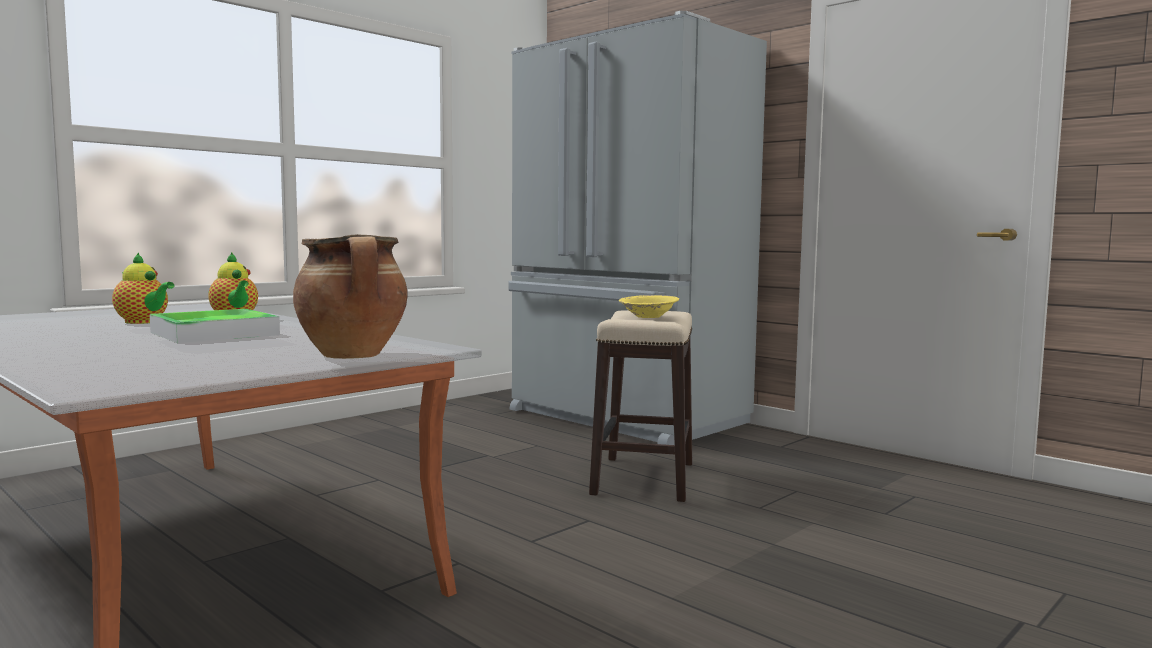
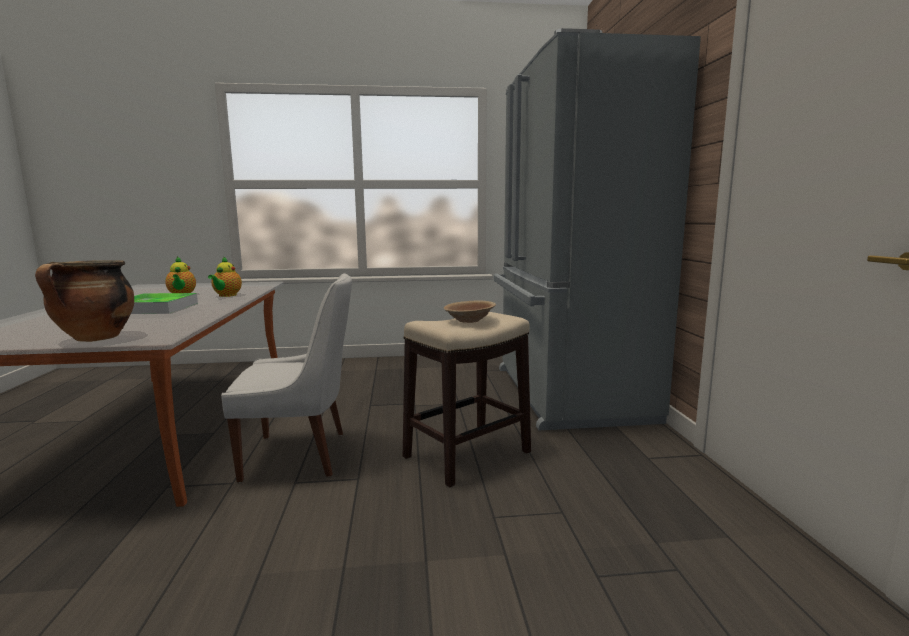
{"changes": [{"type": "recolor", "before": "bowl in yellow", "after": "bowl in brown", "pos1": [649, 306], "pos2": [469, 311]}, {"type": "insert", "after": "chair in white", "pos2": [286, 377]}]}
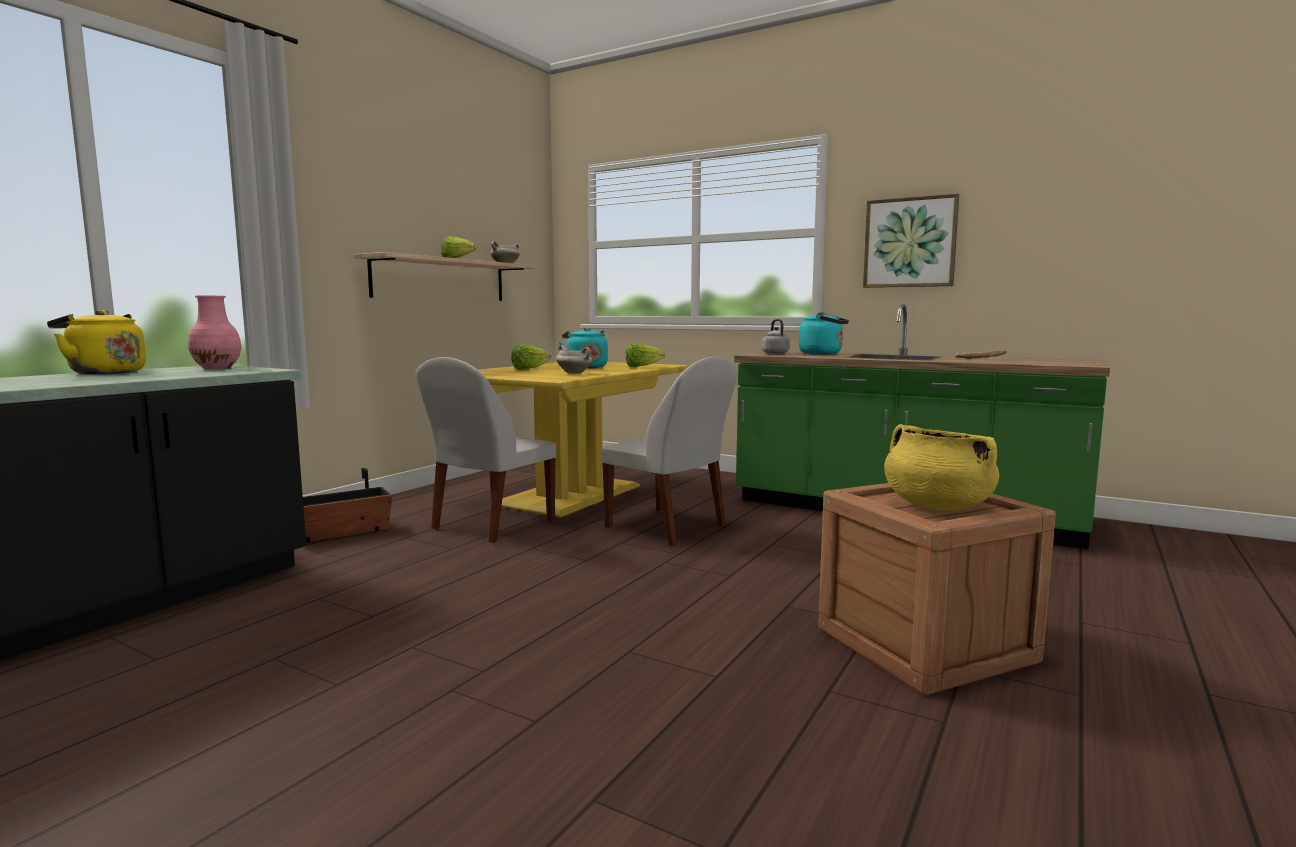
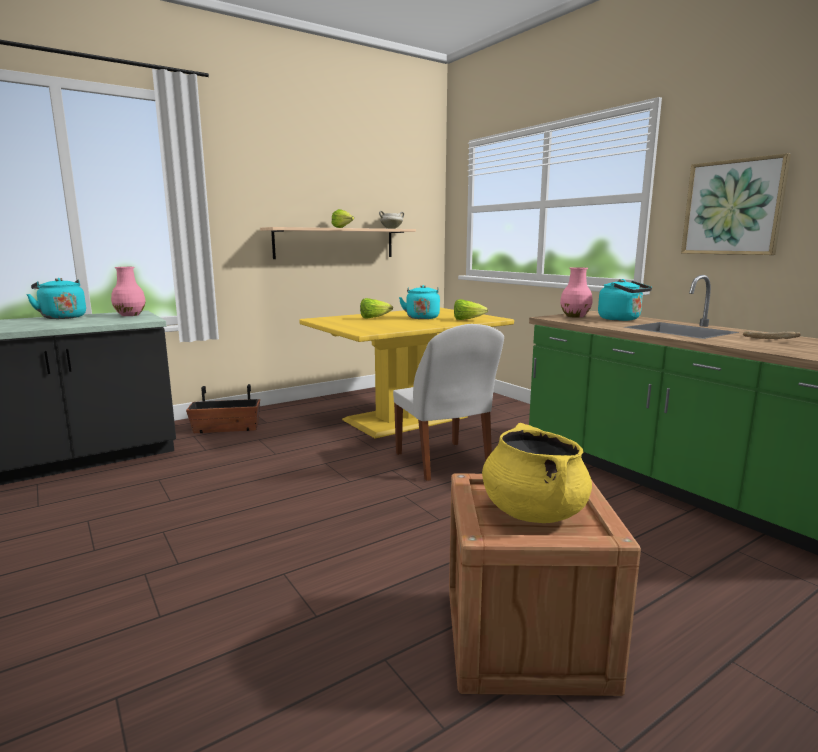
{"changes": [{"type": "recolor", "before": "kettle in yellow", "after": "kettle in turquoise", "pos1": [96, 342], "pos2": [56, 298]}, {"type": "delete", "before": "chair in white", "pos1": [485, 450]}, {"type": "delete", "before": "cooking pot in white", "pos1": [574, 359]}, {"type": "replace", "before": "kettle in grey", "after": "vase in pink", "pos1": [776, 336], "pos2": [576, 292]}]}
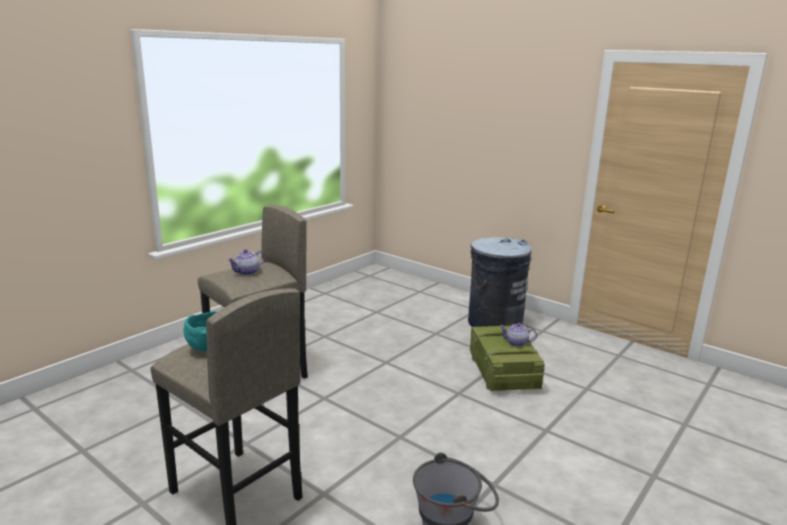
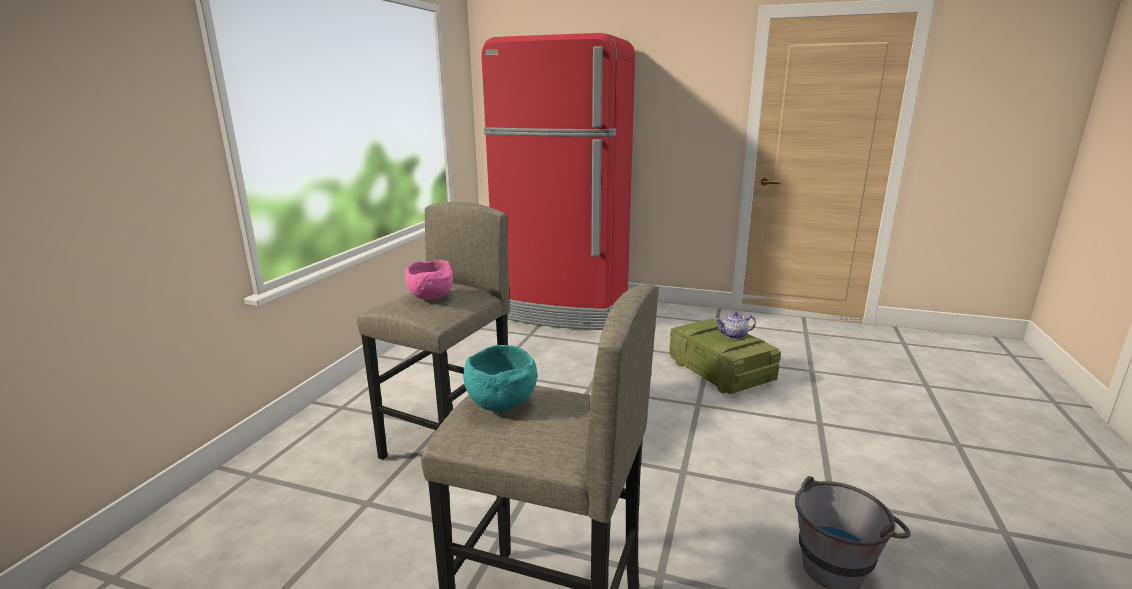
{"changes": [{"type": "replace", "before": "teapot", "after": "bowl in pink", "pos1": [246, 262], "pos2": [429, 280]}, {"type": "delete", "before": "trash can in grey", "pos1": [499, 282]}, {"type": "insert", "after": "fridge in red", "pos2": [558, 181]}]}
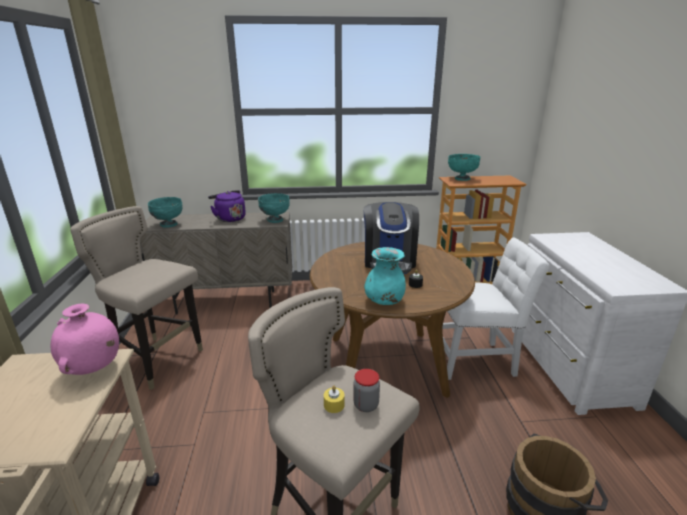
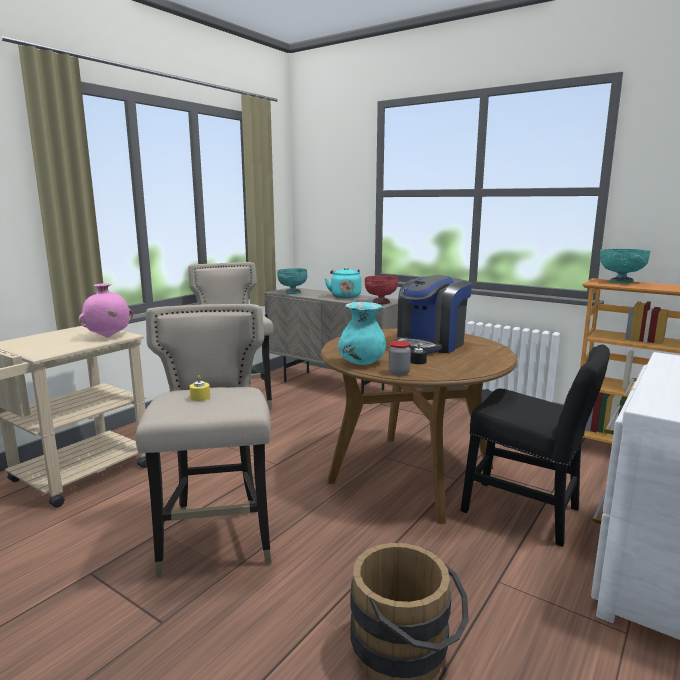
{"changes": [{"type": "recolor", "before": "kettle in purple", "after": "kettle in turquoise", "pos1": [227, 206], "pos2": [342, 282]}, {"type": "recolor", "before": "bowl in turquoise", "after": "bowl in red", "pos1": [274, 208], "pos2": [381, 289]}, {"type": "move", "before": "jar", "pos1": [366, 390], "pos2": [399, 358]}, {"type": "recolor", "before": "chair in white", "after": "chair in black", "pos1": [490, 308], "pos2": [535, 446]}]}
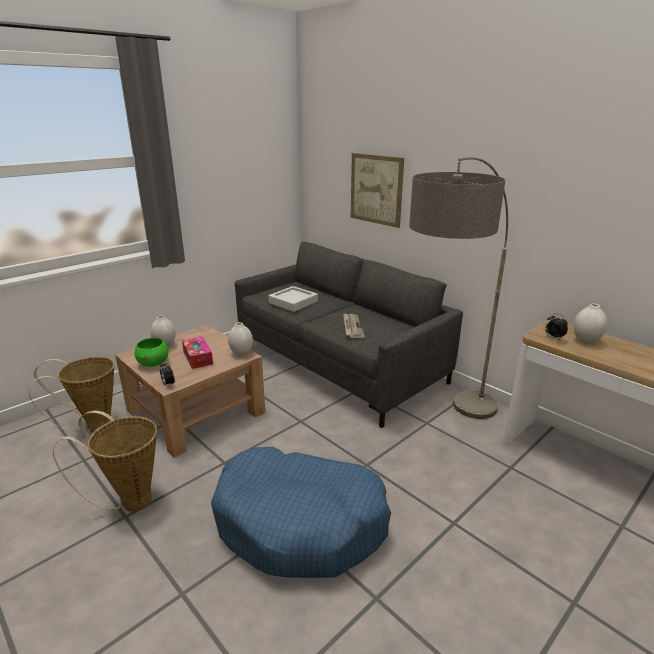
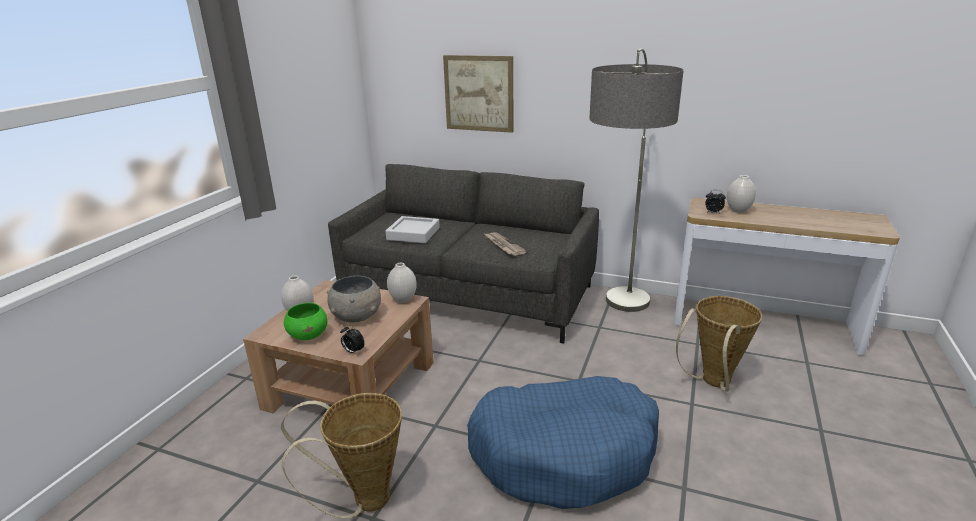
{"changes": [{"type": "move", "before": "basket", "pos1": [71, 395], "pos2": [719, 344]}, {"type": "replace", "before": "tissue box", "after": "bowl in grey", "pos1": [197, 352], "pos2": [354, 299]}]}
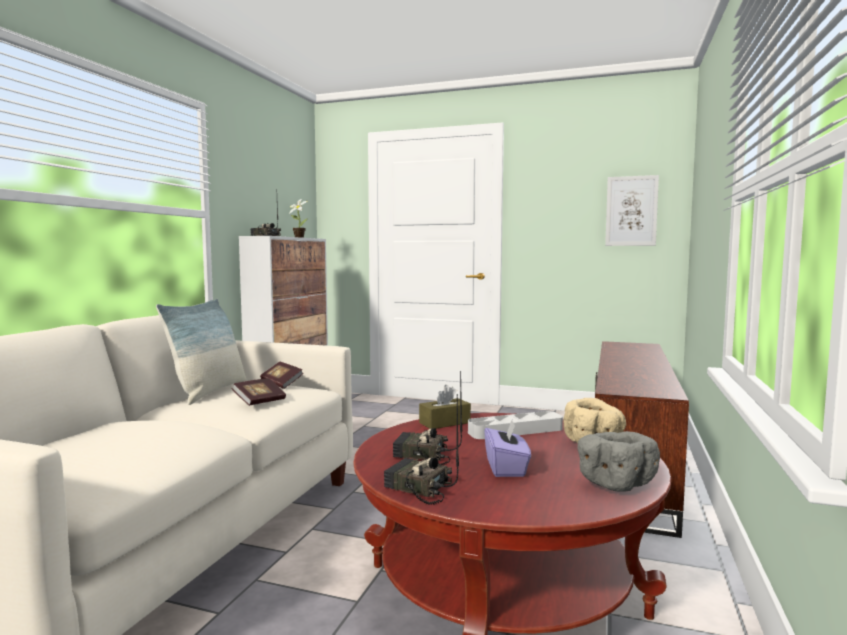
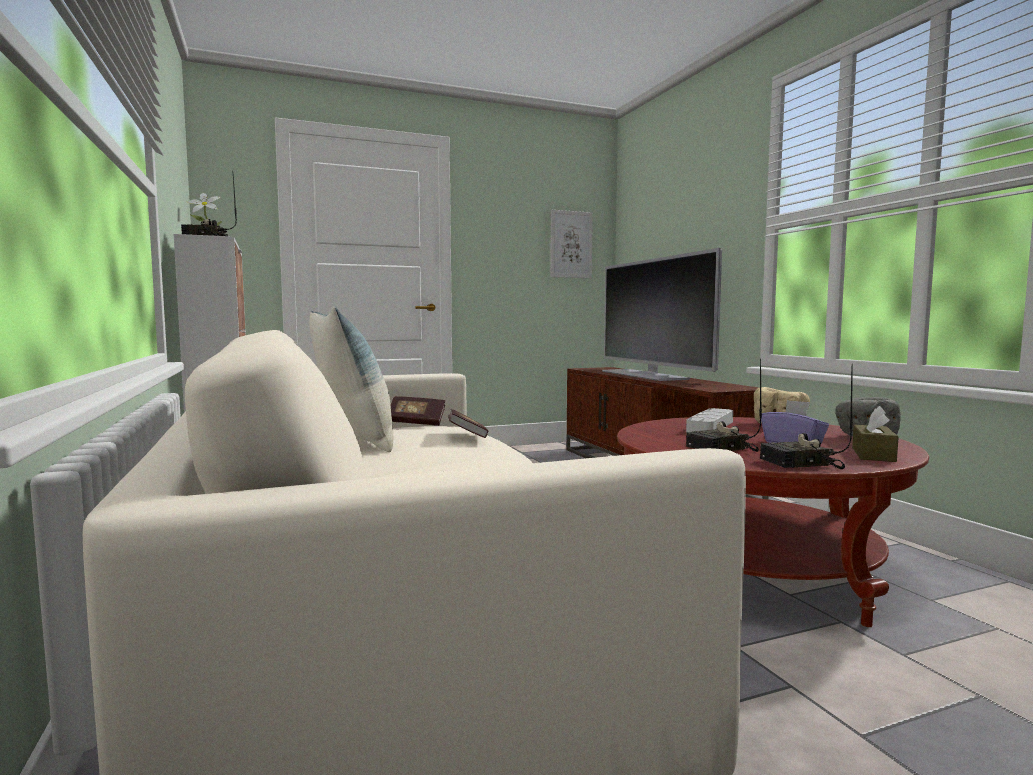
{"changes": [{"type": "move", "before": "tissue box in brown", "pos1": [445, 407], "pos2": [875, 434]}, {"type": "insert", "after": "television", "pos2": [662, 314]}]}
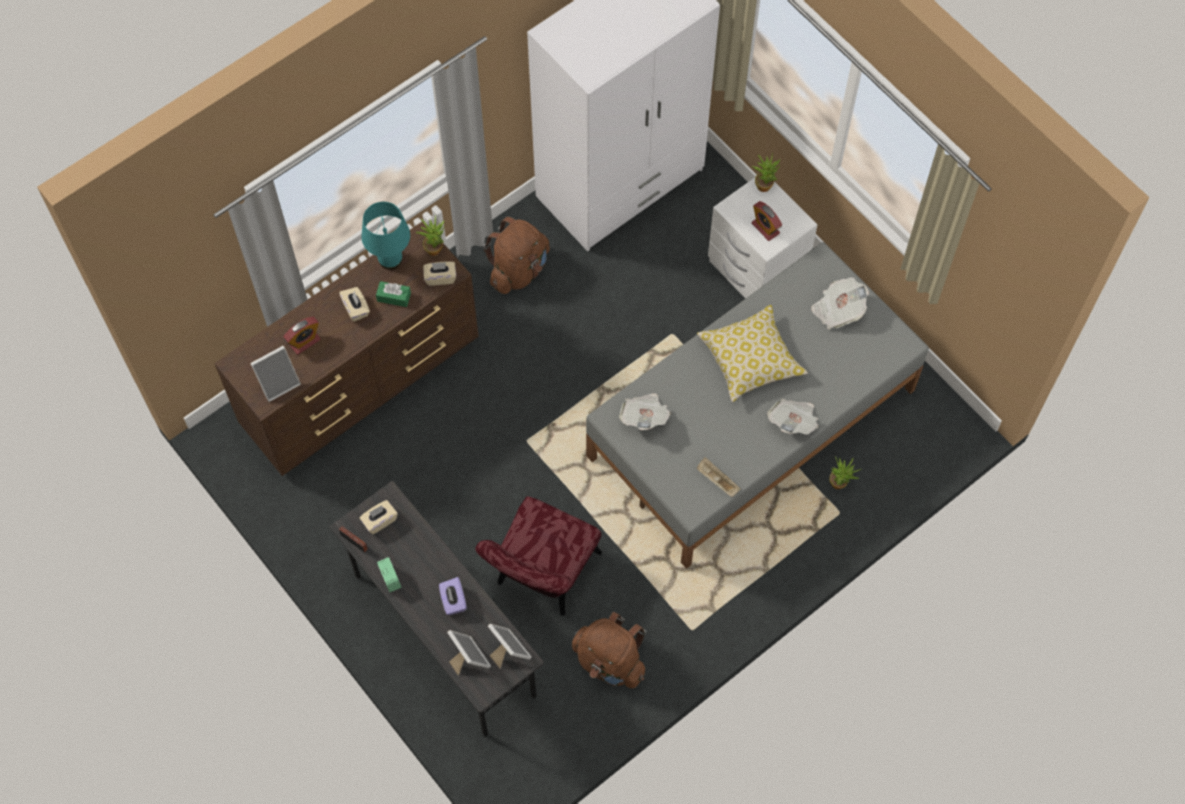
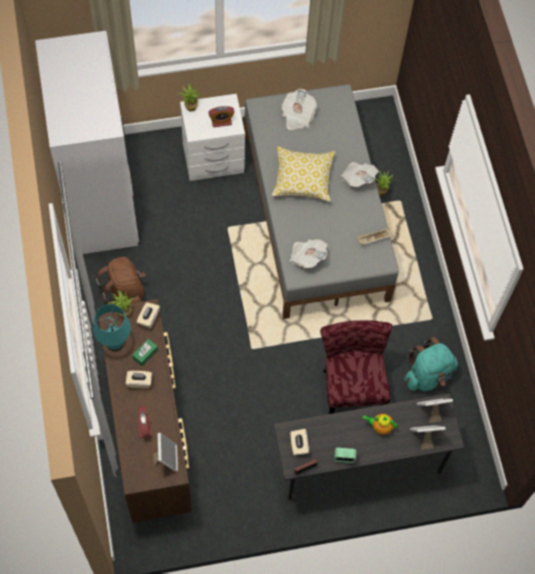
{"changes": [{"type": "replace", "before": "tissue box in purple", "after": "teapot", "pos1": [453, 596], "pos2": [380, 424]}, {"type": "rotate", "before": "chair in red", "pos1": [538, 556], "pos2": [356, 367], "turn": -150}, {"type": "recolor", "before": "backpack in brown", "after": "backpack in turquoise", "pos1": [609, 650], "pos2": [431, 364]}]}
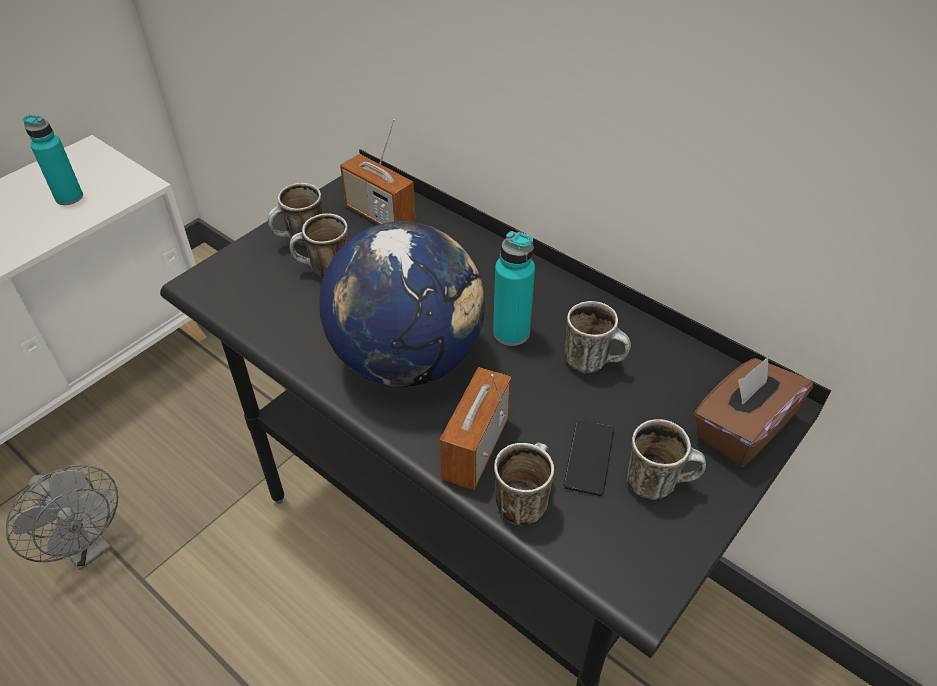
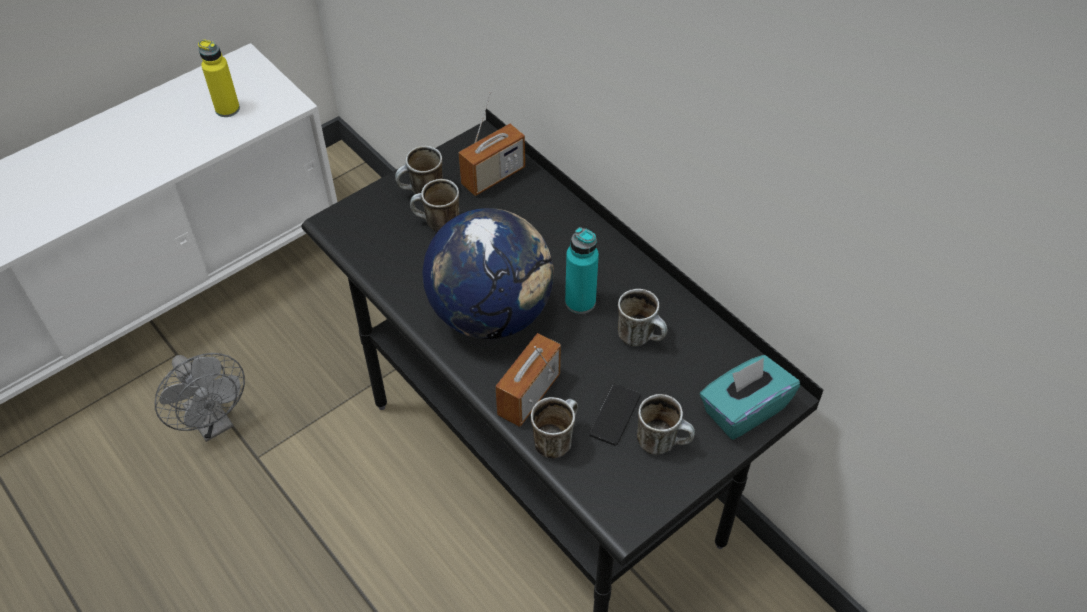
{"changes": [{"type": "recolor", "before": "bottle in turquoise", "after": "bottle in yellow", "pos1": [53, 160], "pos2": [219, 78]}, {"type": "rotate", "before": "radio", "pos1": [378, 171], "pos2": [492, 144], "turn": -90}, {"type": "recolor", "before": "tissue box in brown", "after": "tissue box in turquoise", "pos1": [753, 411], "pos2": [750, 397]}]}
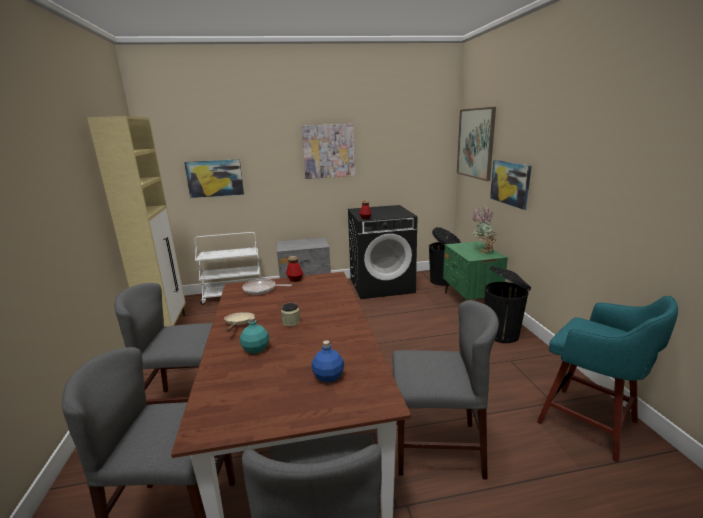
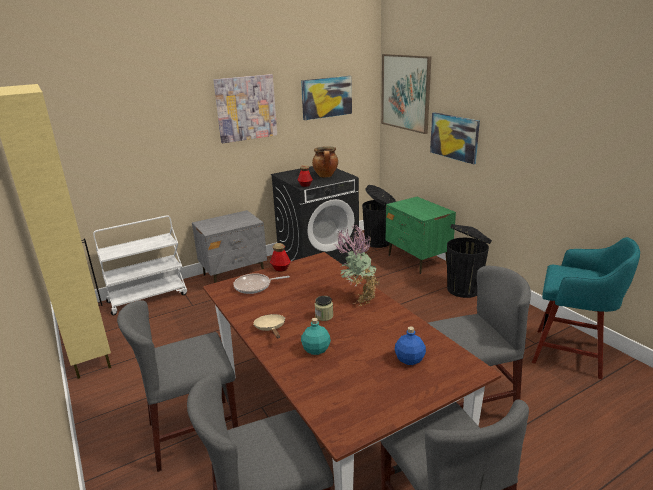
{"changes": [{"type": "move", "before": "picture", "pos1": [214, 178], "pos2": [326, 98]}, {"type": "move", "before": "potted plant", "pos1": [484, 229], "pos2": [358, 265]}, {"type": "insert", "after": "cooking pot", "pos2": [325, 162]}]}
